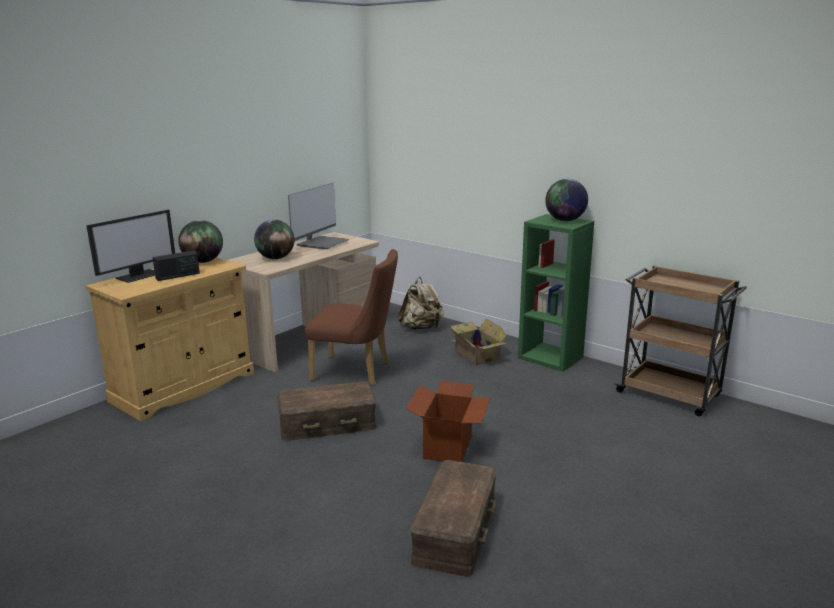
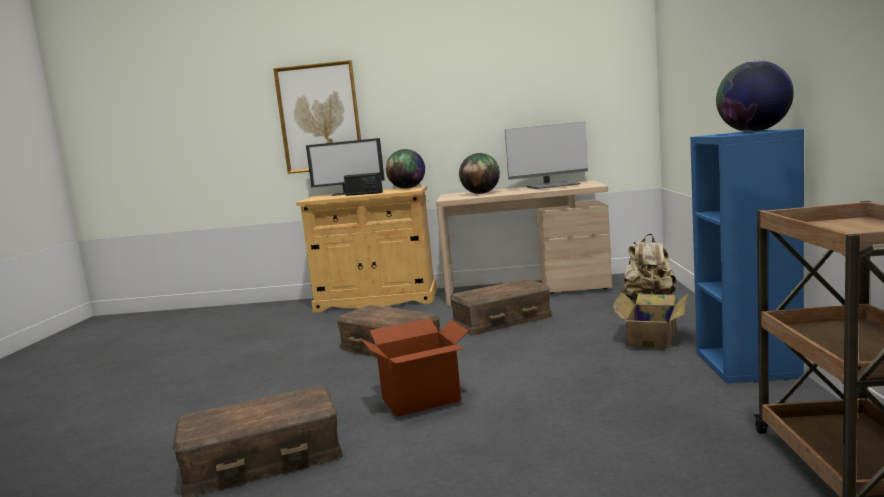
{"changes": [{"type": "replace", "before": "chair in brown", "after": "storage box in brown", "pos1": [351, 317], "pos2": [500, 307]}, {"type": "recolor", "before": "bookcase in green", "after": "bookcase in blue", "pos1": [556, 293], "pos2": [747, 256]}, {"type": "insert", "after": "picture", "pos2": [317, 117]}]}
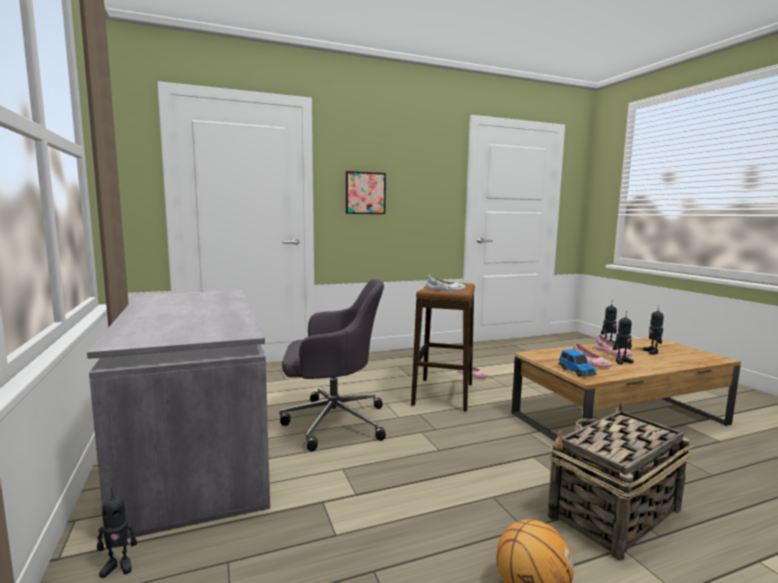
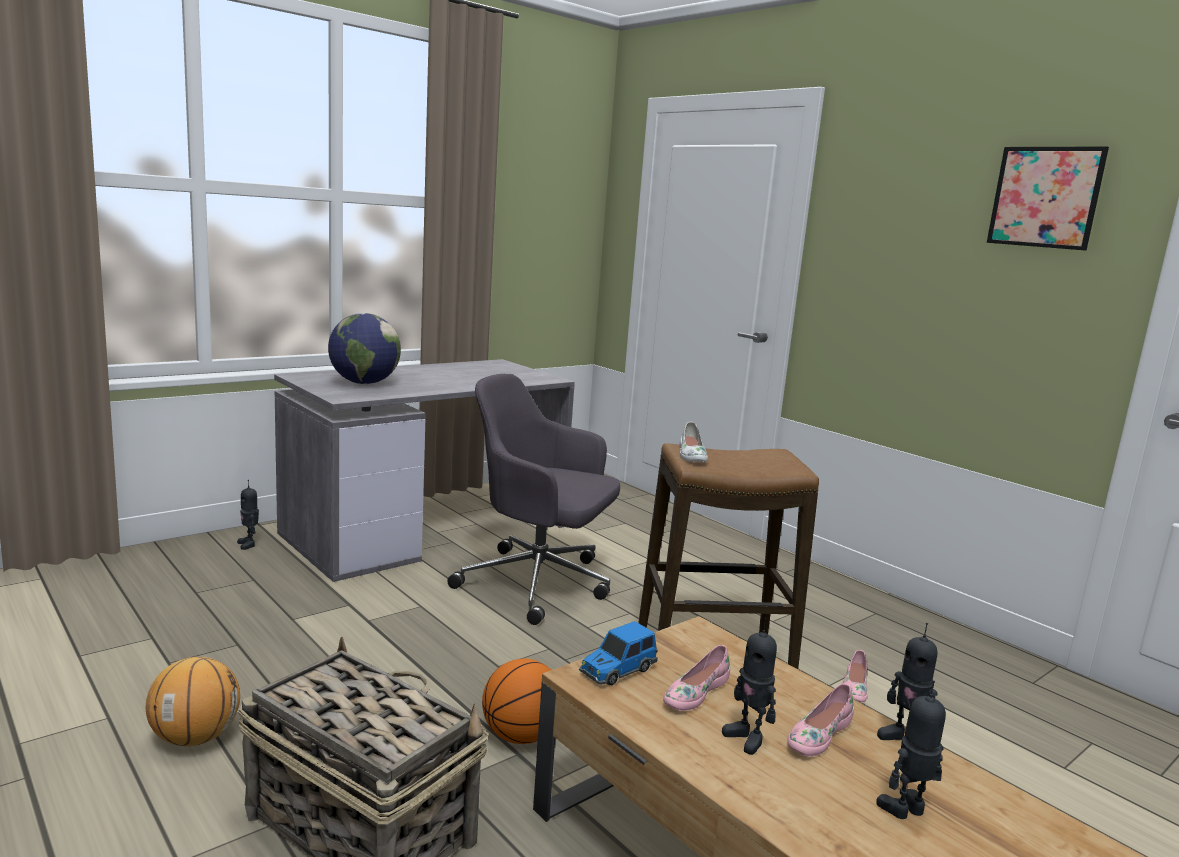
{"changes": [{"type": "rotate", "before": "office chair in grey", "pos1": [333, 365], "pos2": [533, 499], "turn": 135}, {"type": "move", "before": "picture", "pos1": [366, 192], "pos2": [1048, 198]}, {"type": "insert", "after": "globe", "pos2": [364, 348]}, {"type": "insert", "after": "basketball", "pos2": [516, 701]}]}
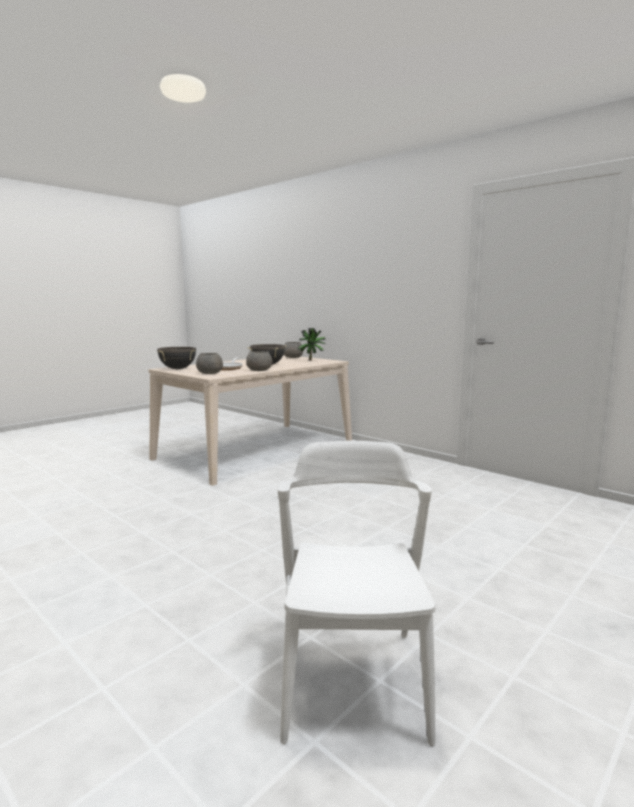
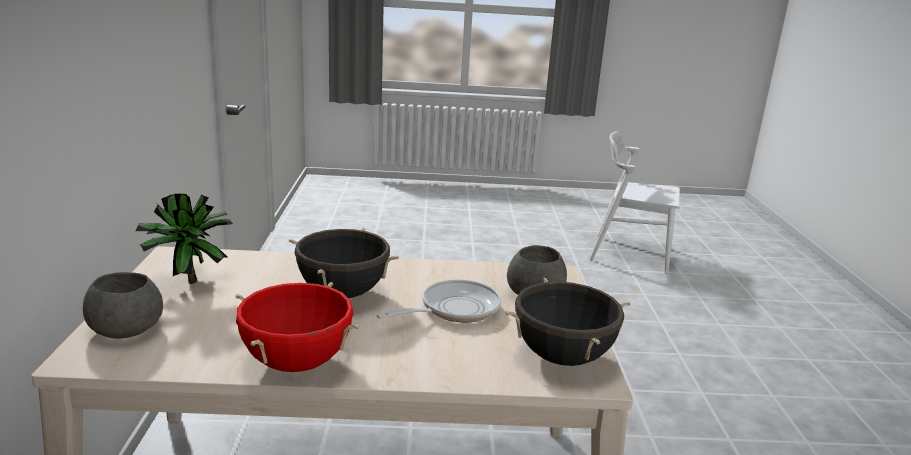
{"changes": [{"type": "delete", "before": "bowl in grey", "pos1": [259, 361]}, {"type": "rotate", "before": "chair in white", "pos1": [357, 593], "pos2": [635, 202], "turn": 60}, {"type": "insert", "after": "cooking pot in red", "pos2": [297, 327]}]}
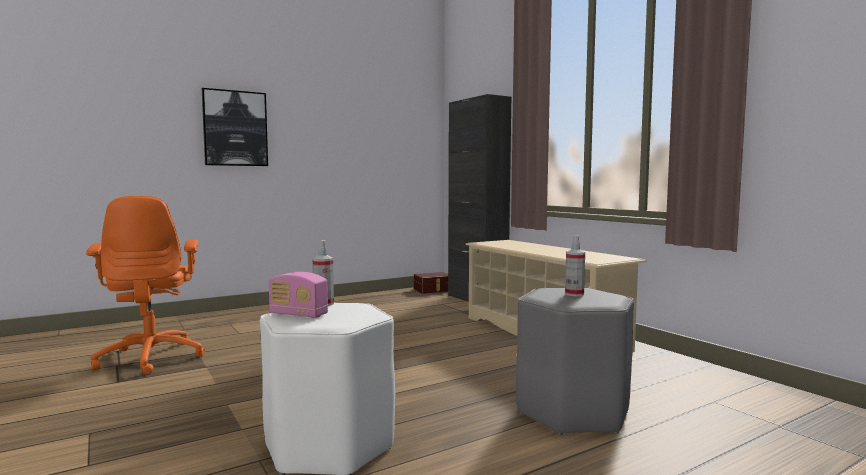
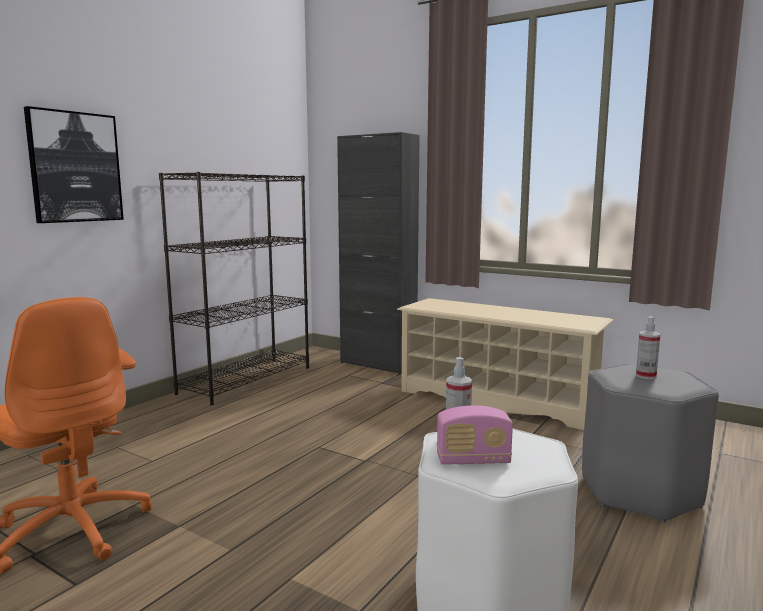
{"changes": [{"type": "delete", "before": "storage box in brown", "pos1": [431, 283]}, {"type": "insert", "after": "bookcase in black", "pos2": [234, 288]}]}
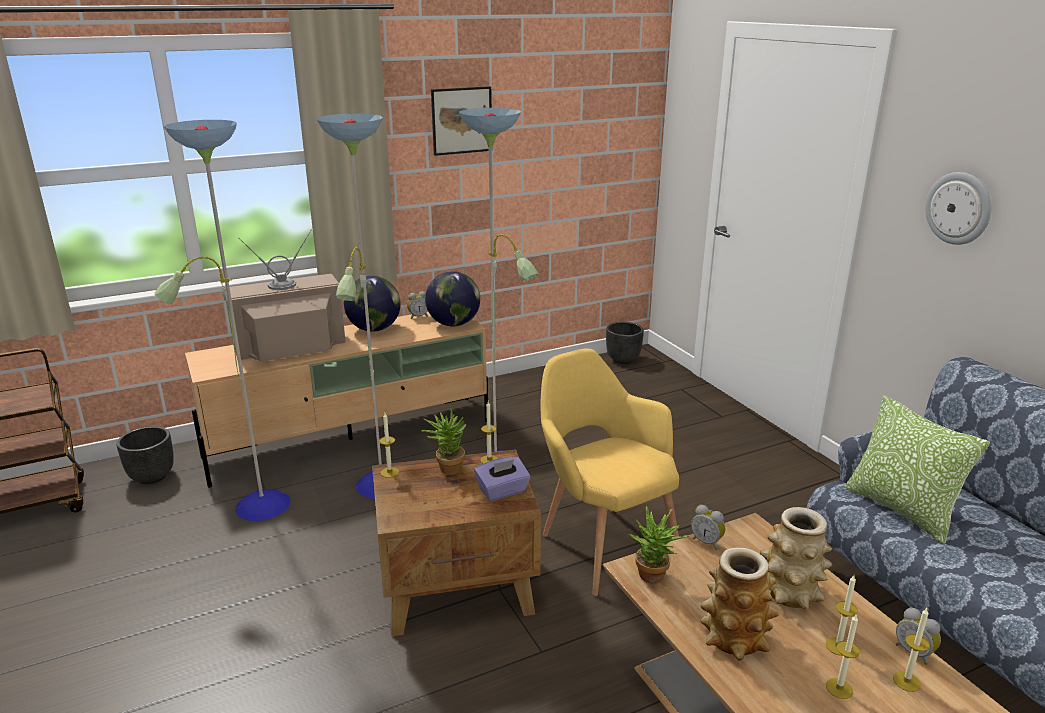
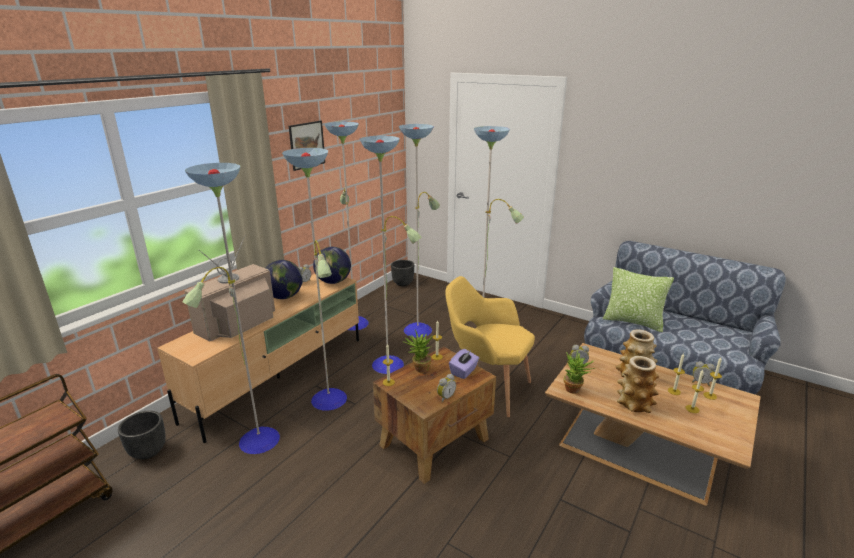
{"changes": [{"type": "delete", "before": "wall clock", "pos1": [958, 208]}, {"type": "insert", "after": "floor lamp", "pos2": [424, 230]}, {"type": "insert", "after": "alarm clock", "pos2": [446, 388]}]}
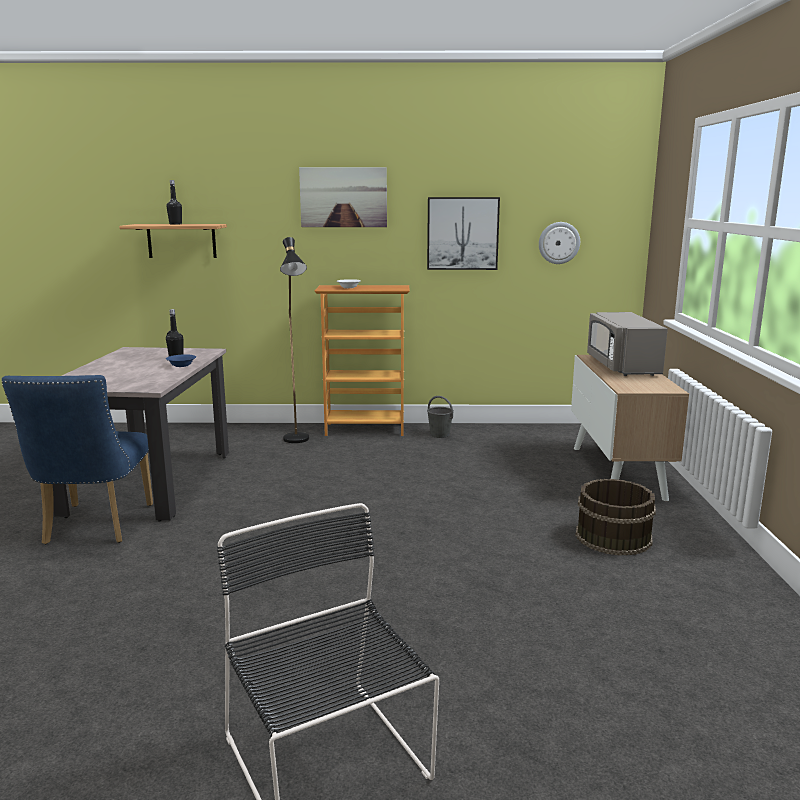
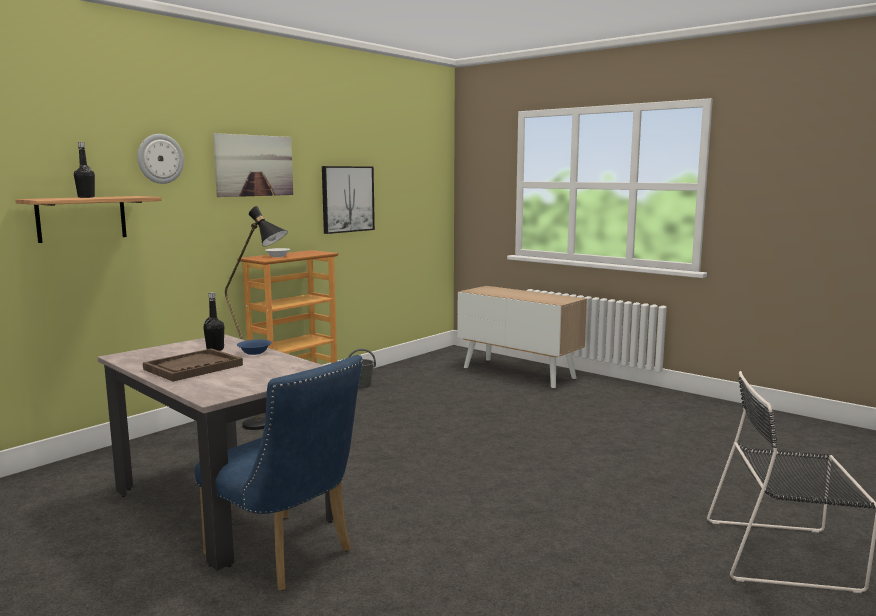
{"changes": [{"type": "move", "before": "wall clock", "pos1": [559, 243], "pos2": [160, 159]}, {"type": "delete", "before": "bucket in brown", "pos1": [615, 517]}, {"type": "delete", "before": "microwave in grey", "pos1": [627, 344]}, {"type": "insert", "after": "tray in brown", "pos2": [193, 365]}]}
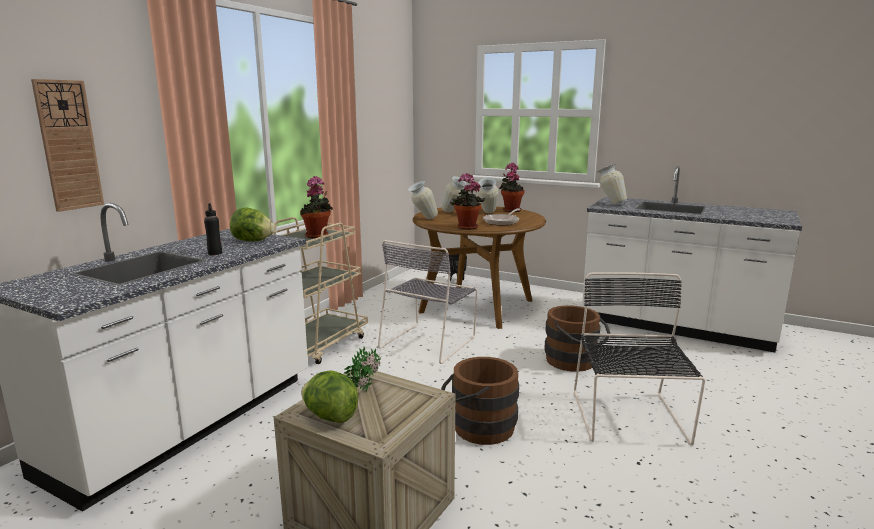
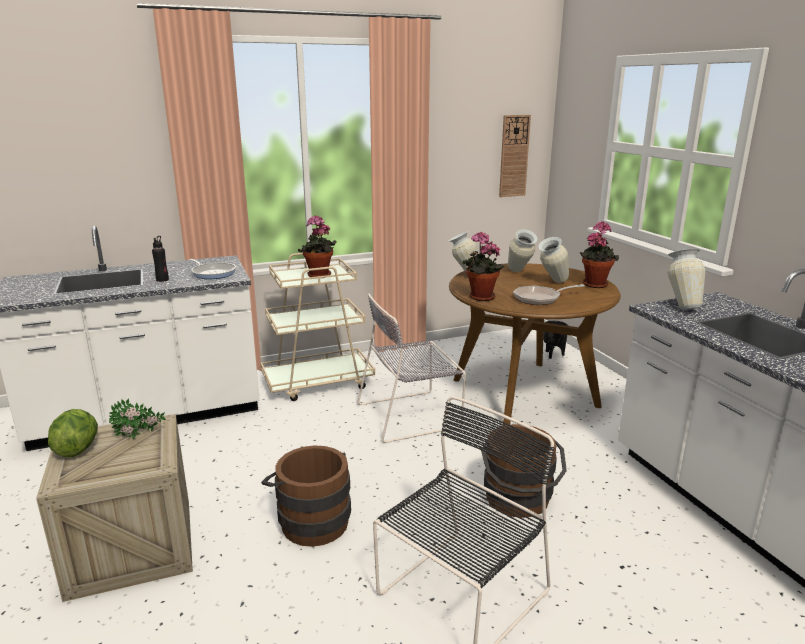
{"changes": [{"type": "move", "before": "wall clock", "pos1": [67, 145], "pos2": [515, 156]}, {"type": "replace", "before": "lettuce", "after": "frying pan", "pos1": [252, 224], "pos2": [212, 269]}]}
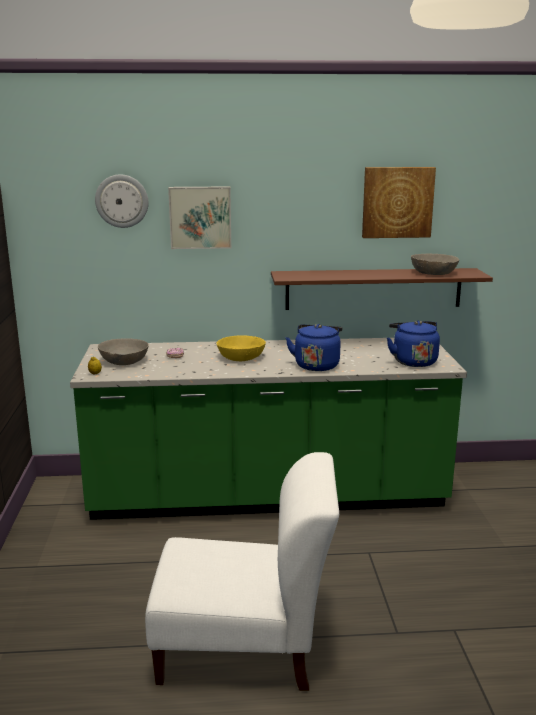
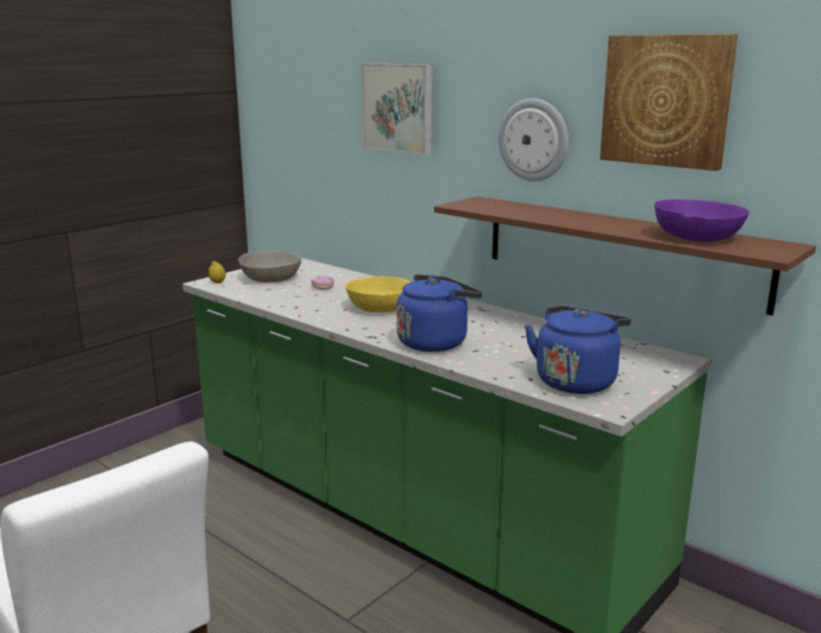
{"changes": [{"type": "move", "before": "wall clock", "pos1": [121, 201], "pos2": [533, 140]}, {"type": "recolor", "before": "bowl in grey", "after": "bowl in purple", "pos1": [435, 264], "pos2": [701, 220]}]}
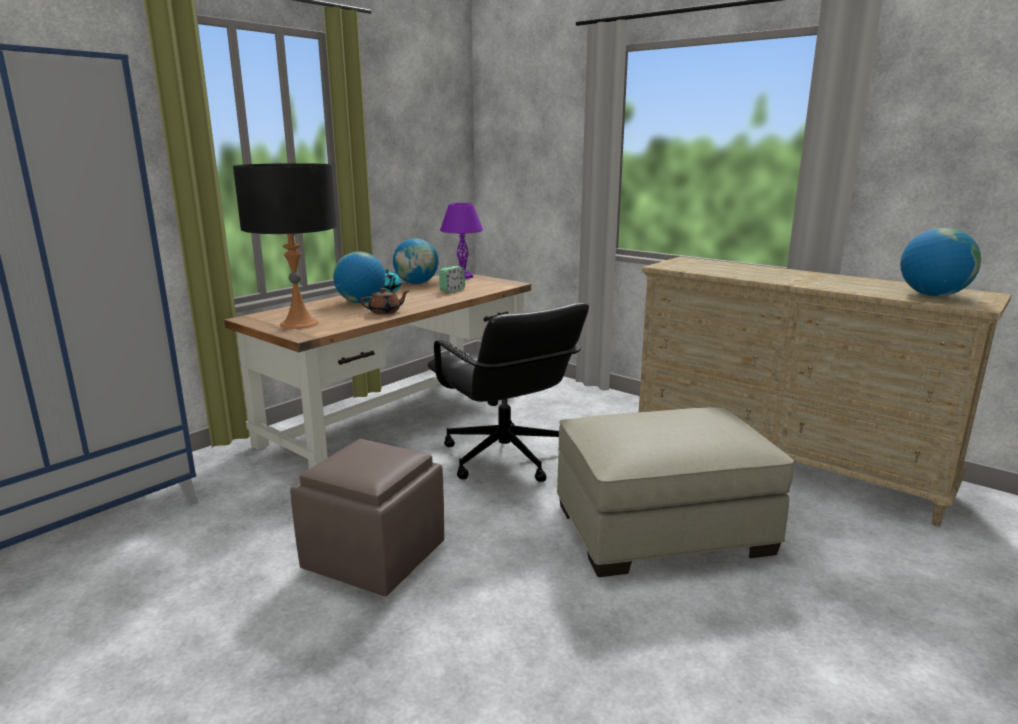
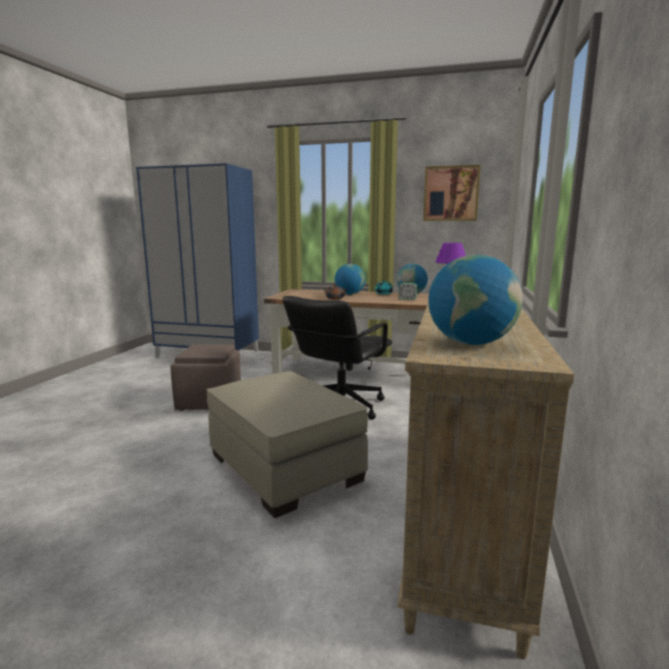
{"changes": [{"type": "delete", "before": "table lamp in black", "pos1": [284, 246]}, {"type": "insert", "after": "picture", "pos2": [452, 193]}]}
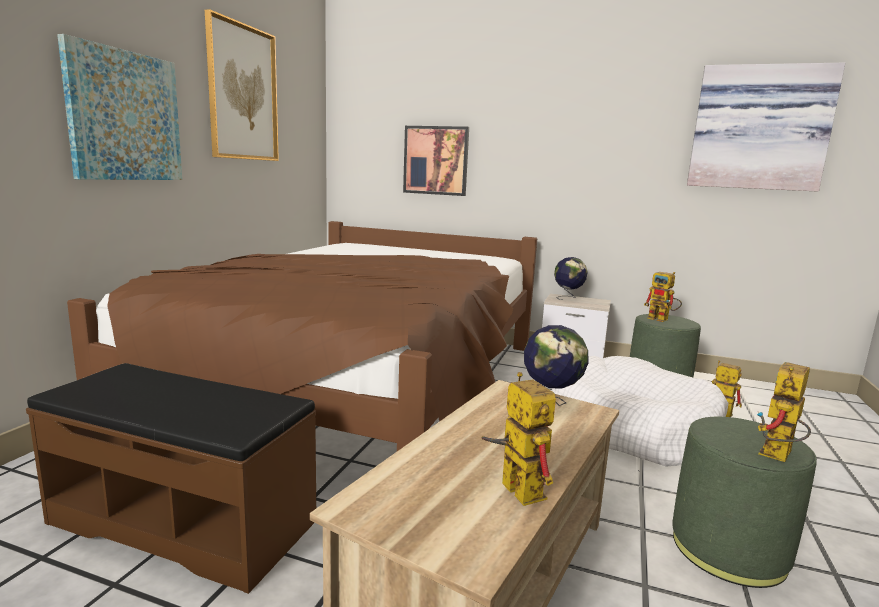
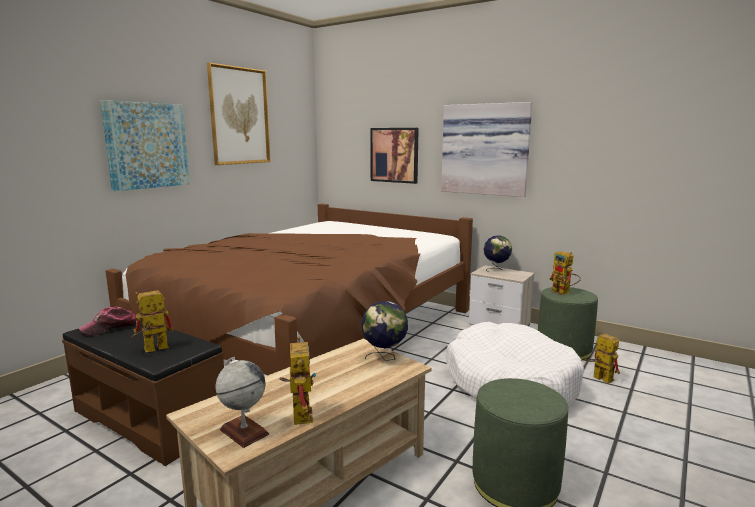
{"changes": [{"type": "move", "before": "picture", "pos1": [766, 127], "pos2": [486, 149]}, {"type": "move", "before": "toy robot", "pos1": [784, 412], "pos2": [152, 321]}, {"type": "insert", "after": "cap", "pos2": [107, 321]}, {"type": "insert", "after": "globe", "pos2": [242, 402]}]}
